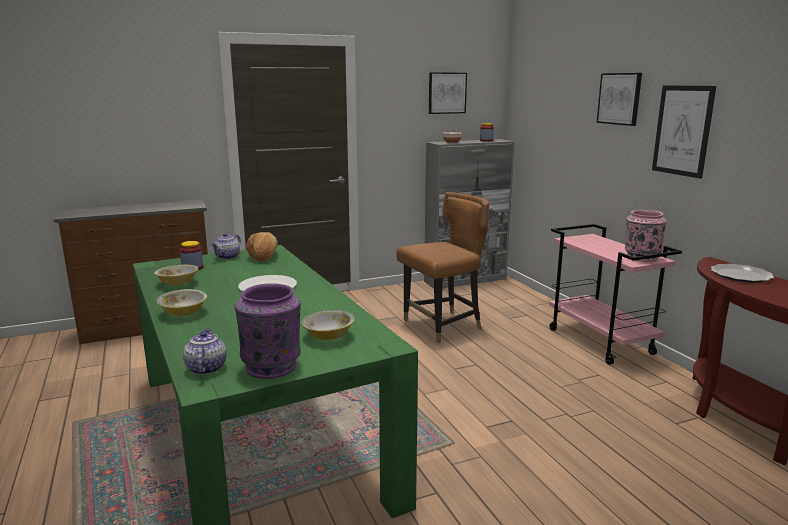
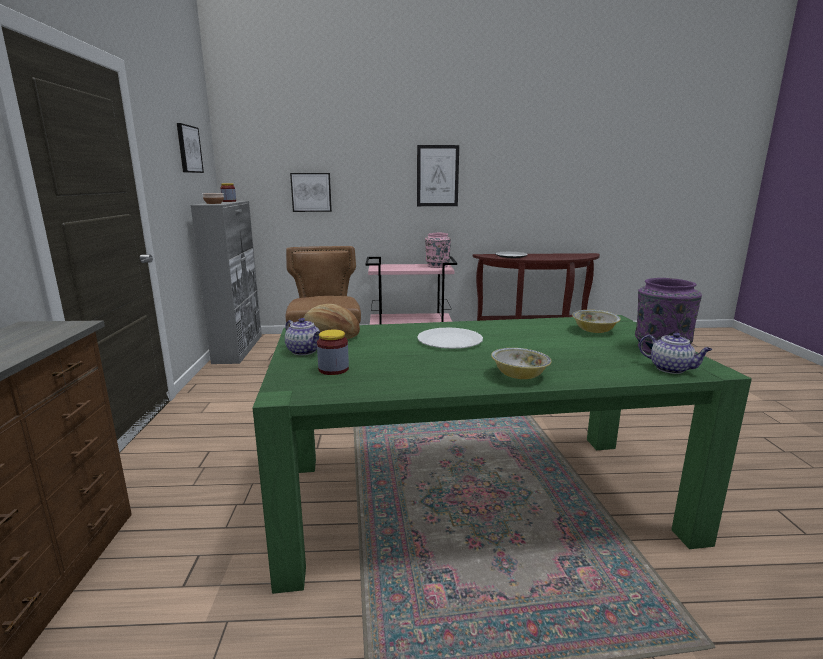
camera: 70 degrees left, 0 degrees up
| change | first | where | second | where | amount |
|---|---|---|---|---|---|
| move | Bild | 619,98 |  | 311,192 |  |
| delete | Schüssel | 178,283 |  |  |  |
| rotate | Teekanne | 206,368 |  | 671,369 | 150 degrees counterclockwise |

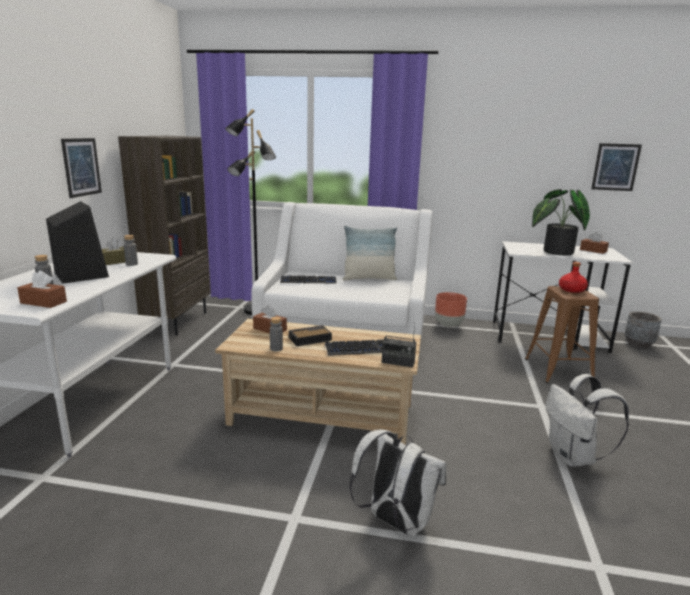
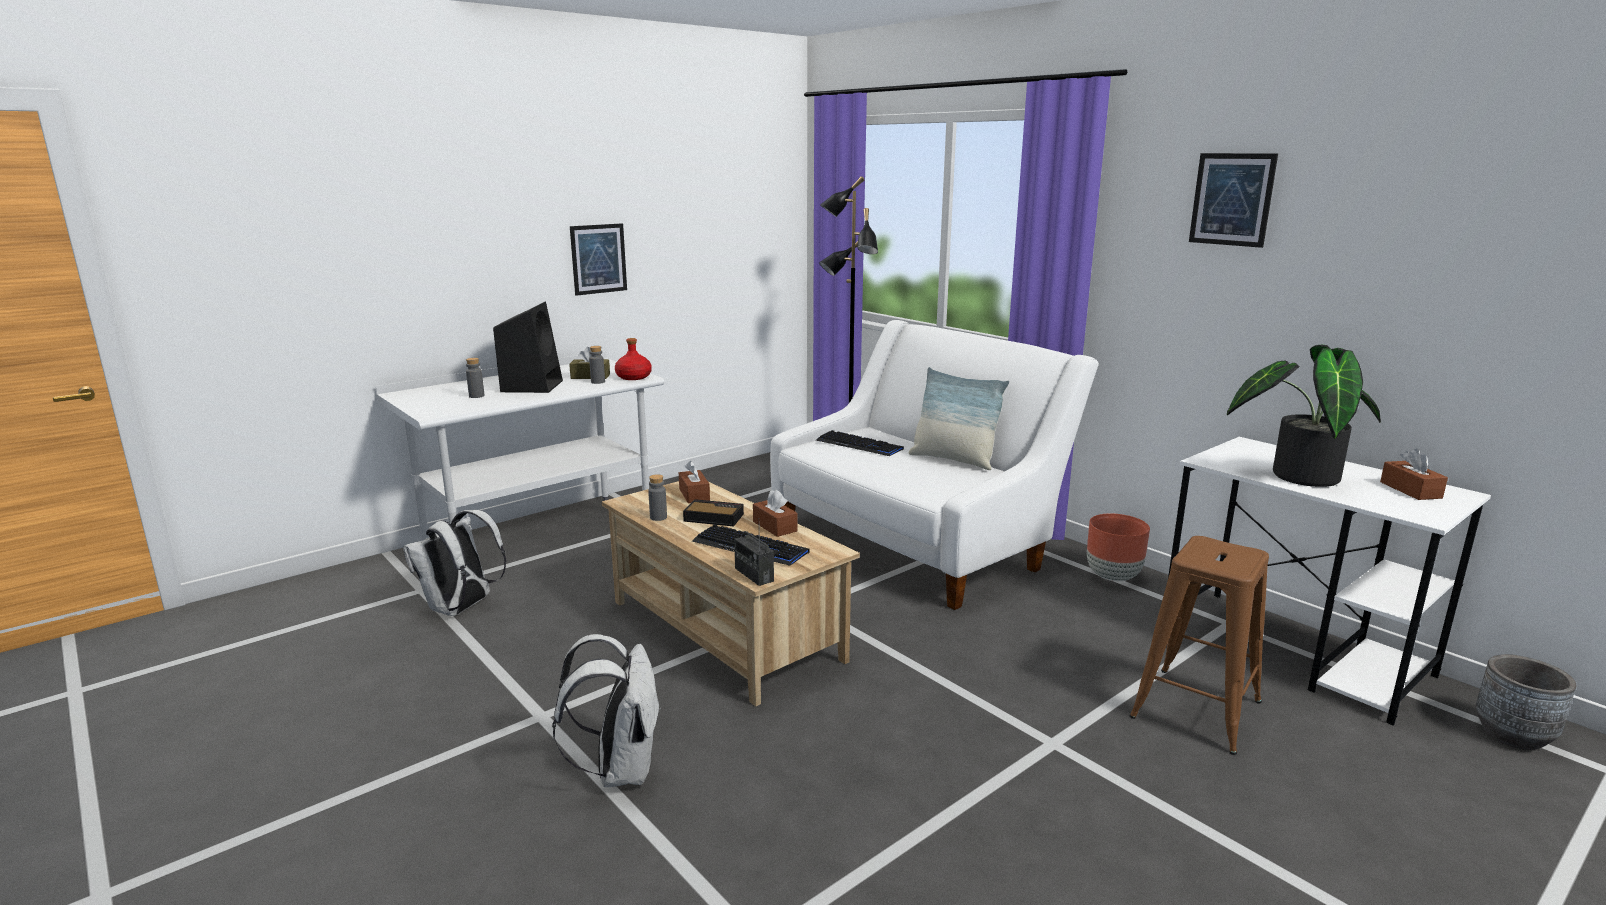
camera: 40 degrees right, 0 degrees up
| change | first | where | second | where | amount |
|---|---|---|---|---|---|
| delete | Bücherregal (braun) | 177,322 |  |  |  |
| move | Bild | 615,167 |  | 1232,199 |  |
| move | Flasche (rot) | 571,290 |  | 633,377 |  |
| move | Taschentuchbox (braun) | 43,302 |  | 775,526 |  |
| move | Rucksack (weiß) | 573,457 |  | 461,608 |  |

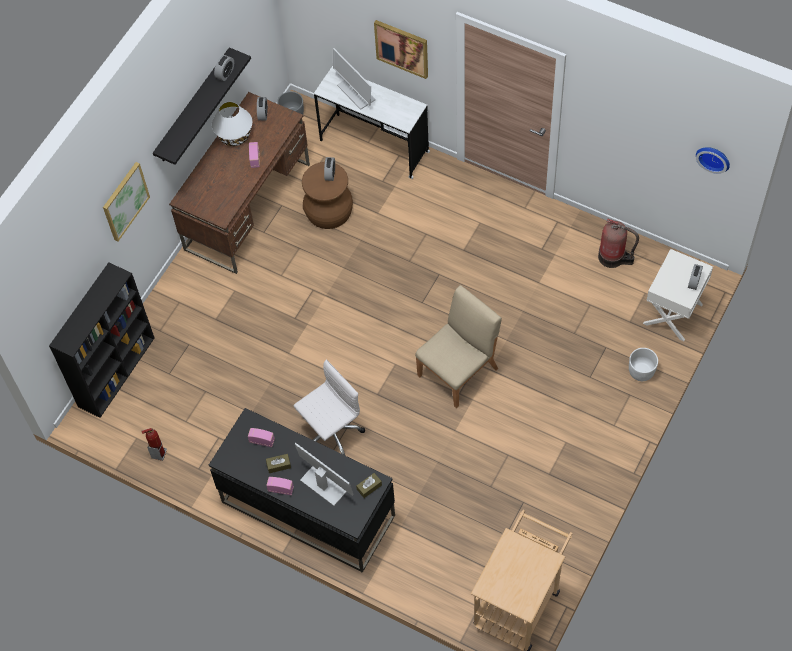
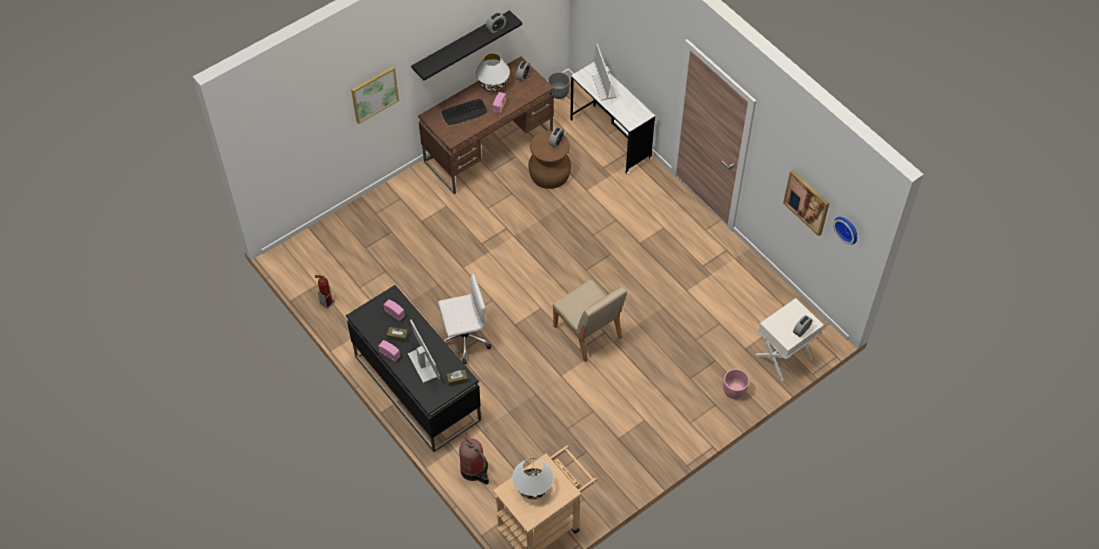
camera: 20 degrees right, 5 degrees down
| change | first | where | second | where | amount |
|---|---|---|---|---|---|
| move | Bild | 402,48 |  | 807,202 |  |
| move | Feuerlöscher | 613,257 |  | 474,471 |  |
| delete | Bücherregal (schwarz) | 117,371 |  |  |  |
| rotate | Stuhl (beige) | 459,371 |  | 587,333 | 75 degrees clockwise |
| recolor | Pflanzkübel (weiß) | 641,371 | Pflanzkübel (rosa) | 734,391 |  |
| insert |  |  | Tastatur | 464,112 |  |
| insert |  |  | Tischlampe (weiß) | 533,487 |  |

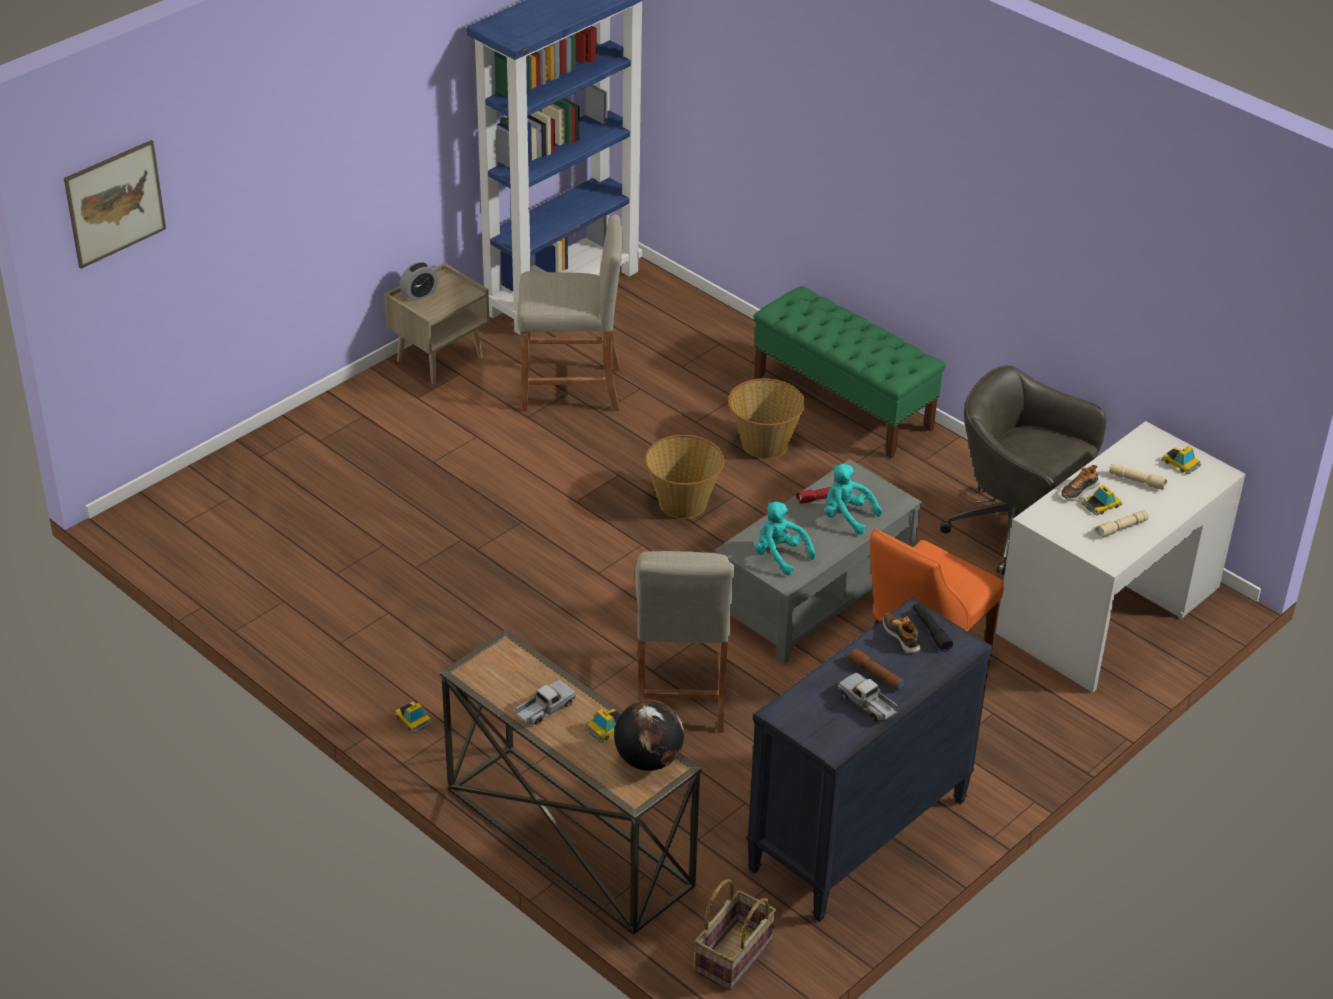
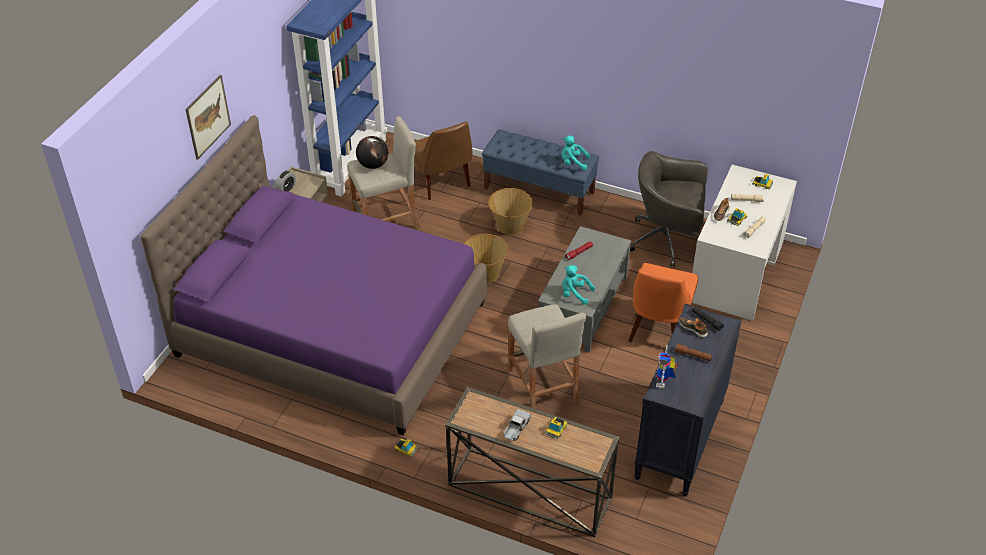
camera: 20 degrees left, 5 degrees up
| change | first | where | second | where | amount |
|---|---|---|---|---|---|
| move | Bild | 115,203 |  | 208,116 |  |
| recolor | Bank (grün) | 843,404 | Bank (blau) | 539,190 |  |
| move | Plüschtier (türkis) | 846,516 |  | 573,162 |  |
| delete | Spielzeuglaster | 867,704 |  |  |  |
| move | Globus | 648,759 |  | 373,165 |  |
| delete | Korb | 734,957 |  |  |  |
| insert |  |  | Bett (lila) | 332,328 |  |
| insert |  |  | Stuhl (braun) | 442,183 |  |
| insert |  |  | Spielzeugroboter | 663,383 |  |

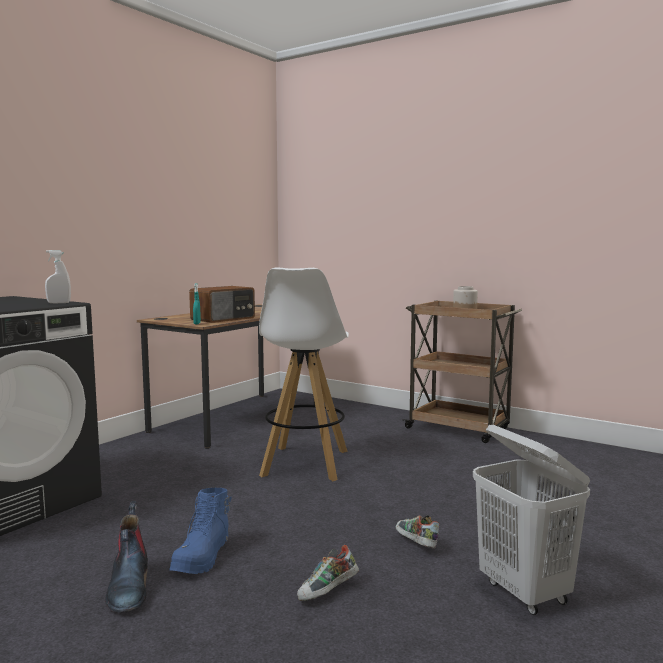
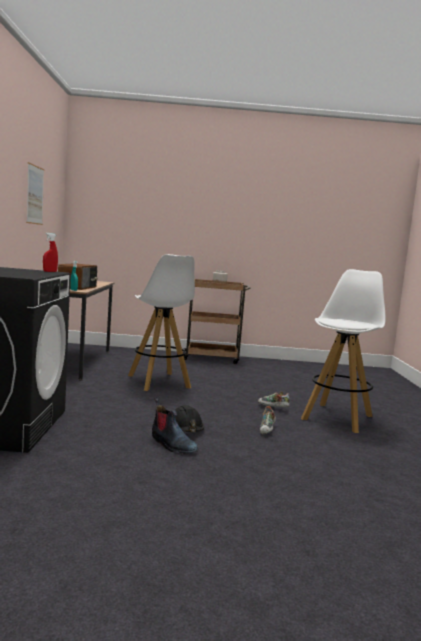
camera: 35 degrees left, 0 degrees up
| change | first | where | second | where | amount |
|---|---|---|---|---|---|
| recolor | Sprühflasche (weiß) | 59,303 | Sprühflasche (rot) | 50,271 |  |
| replace | Wäschekorb (weiß) | 525,593 | Hocker (weiß) | 338,417 |  |
| replace | Stiefel (blau) | 203,557 | Schutzhelm (schwarz) | 186,428 |  |
| insert |  |  | Bild | 35,195 |  |

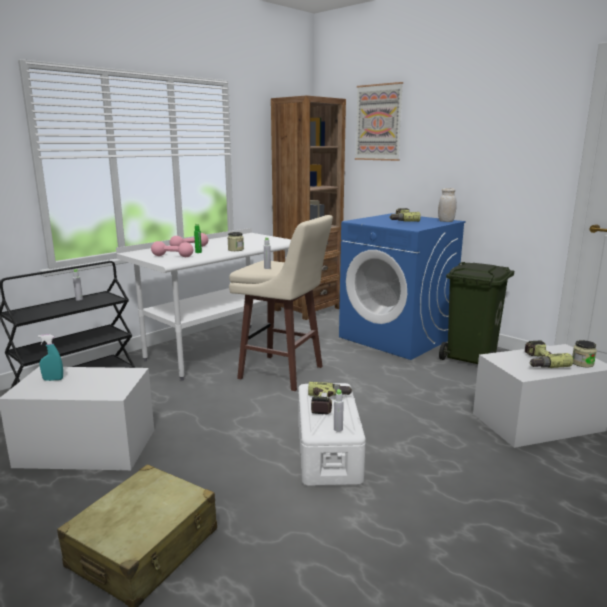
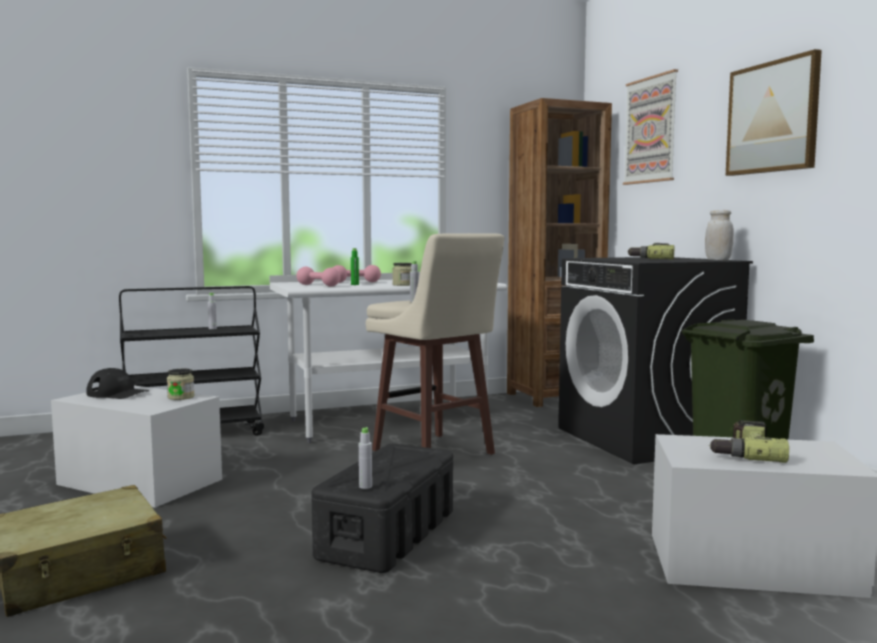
camera: 25 degrees right, 10 degrees down
| change | first | where | second | where | amount |
|---|---|---|---|---|---|
| recolor | Waschmaschine (blau) | 397,337 | Waschmaschine (schwarz) | 646,439 |  |
| replace | Sprühflasche (türkis) | 53,379 | Kappe (schwarz) | 118,393 |  |
| move | Vorratsglas | 582,363 |  | 181,397 |  |
| delete | Bohrmaschine | 329,403 |  |  |  |
| recolor | Aufbewahrungsbox (weiß) | 328,451 | Aufbewahrungsbox (schwarz) | 388,533 |  |
| insert |  |  | Bild | 773,117 |  |

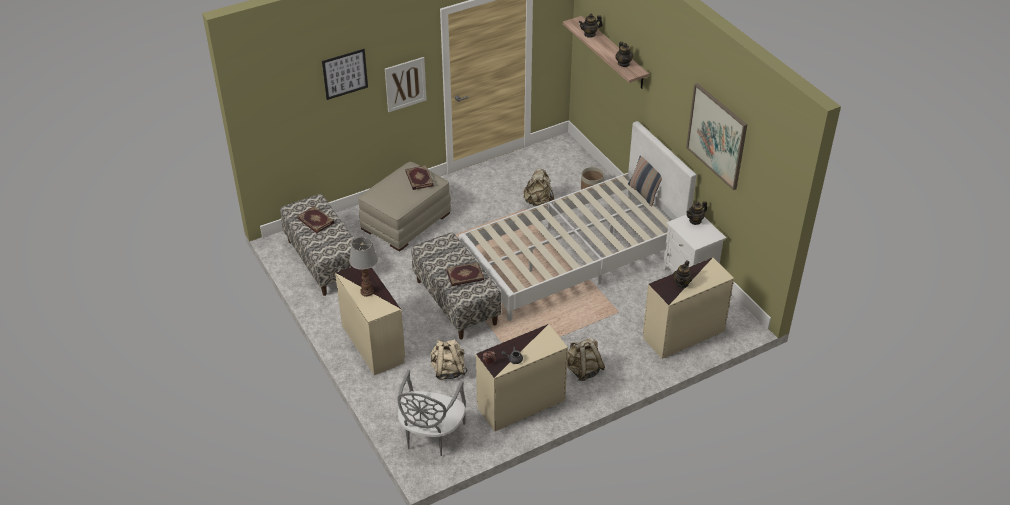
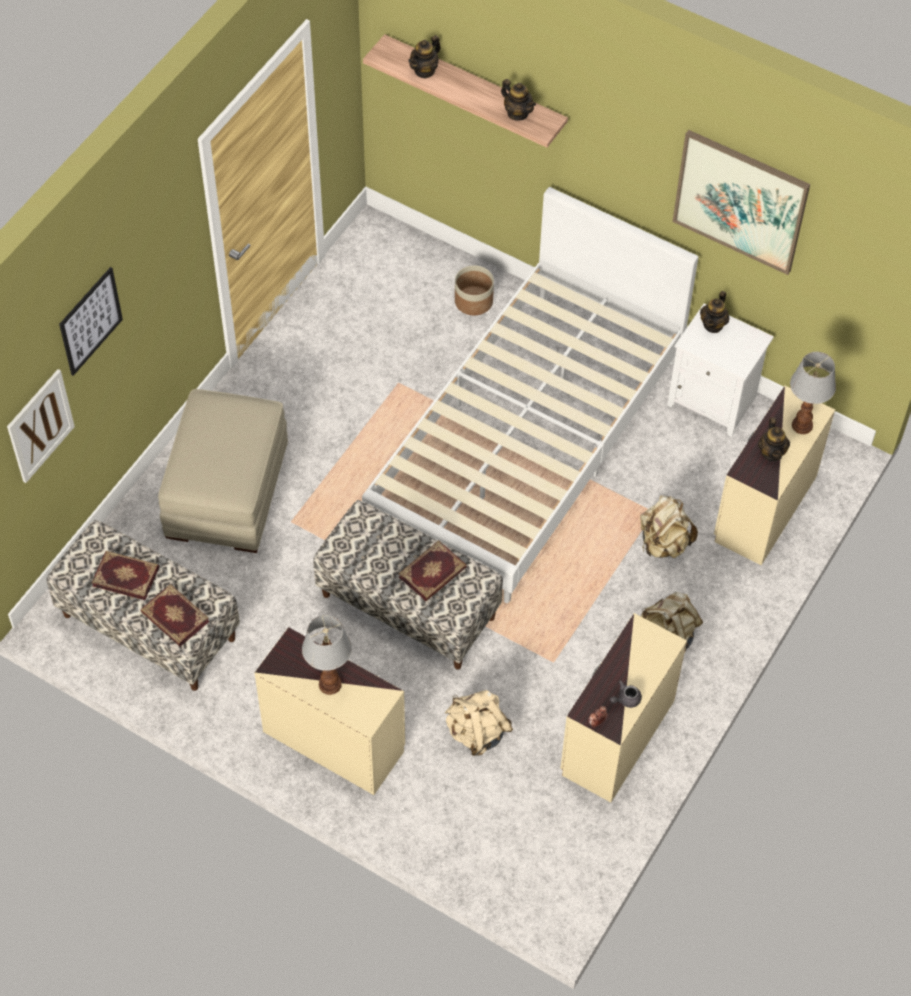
camera: 30 degrees left, 15 degrees up
| change | first | where | second | where | amount |
|---|---|---|---|---|---|
| move | Bild | 405,84 |  | 40,425 |  |
| delete | Kissen | 644,193 |  |  |  |
| move | Buch | 419,179 |  | 174,617 |  |
| move | Rucksack (beige) | 538,201 |  | 663,543 |  |
| delete | Stuhl (grau) | 431,435 |  |  |  |
| insert |  |  | Tischlampe | 803,425 |  |

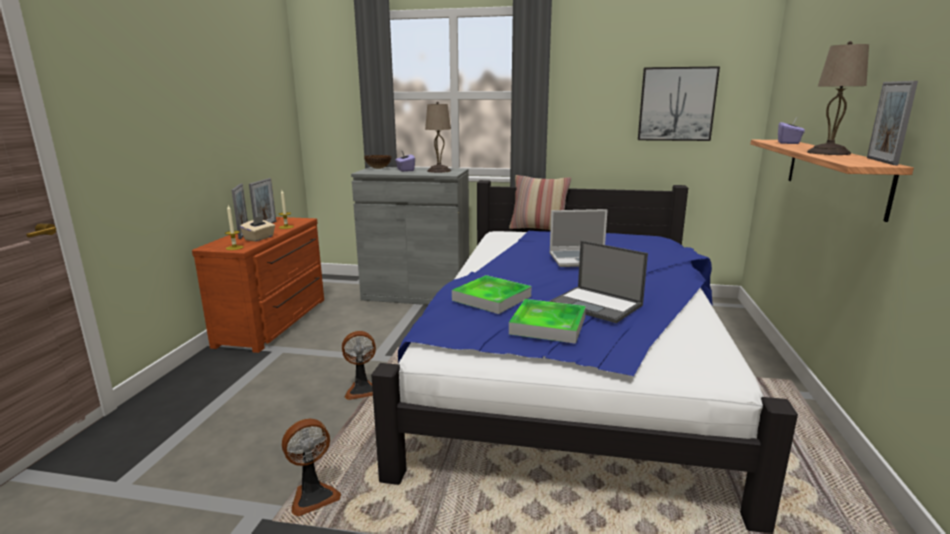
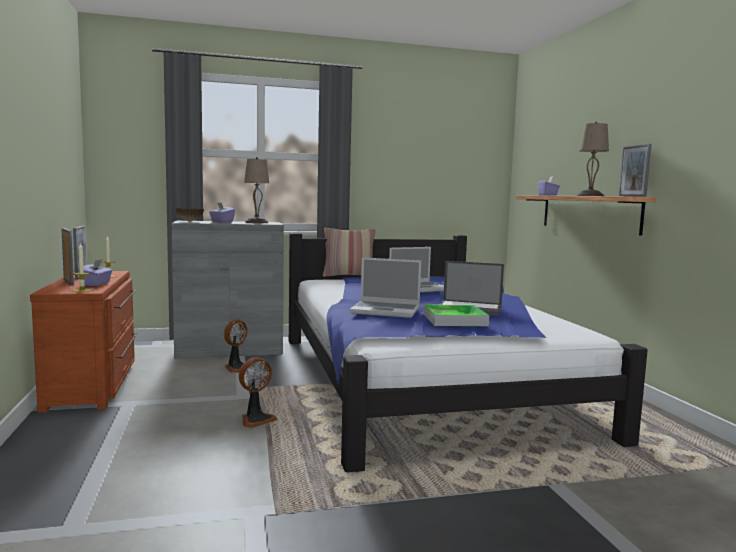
camera: 25 degrees left, 10 degrees down
| change | first | where | second | where | amount |
|---|---|---|---|---|---|
| delete | Bild | 676,104 |  |  |  |
| recolor | Taschentuchbox (beige) | 259,238 | Taschentuchbox (lila) | 96,284 |  |
| replace | Tablett | 491,298 | Laptop | 386,311 |  |
| move | Ventilator | 313,496 |  | 236,367 |  |

